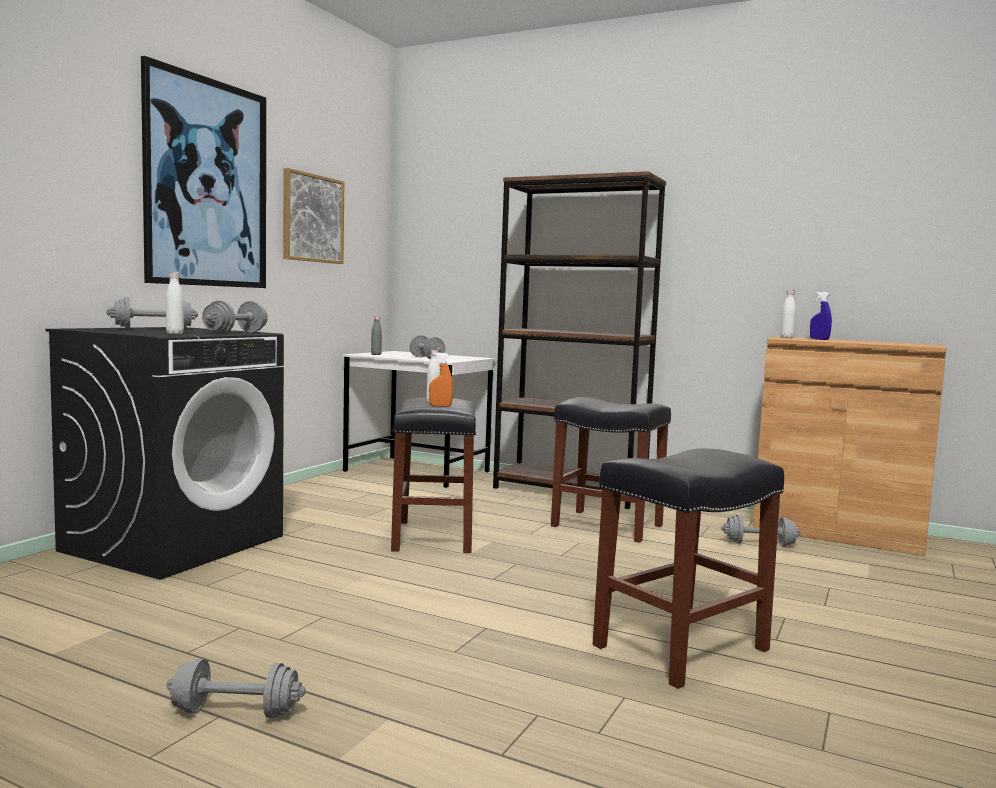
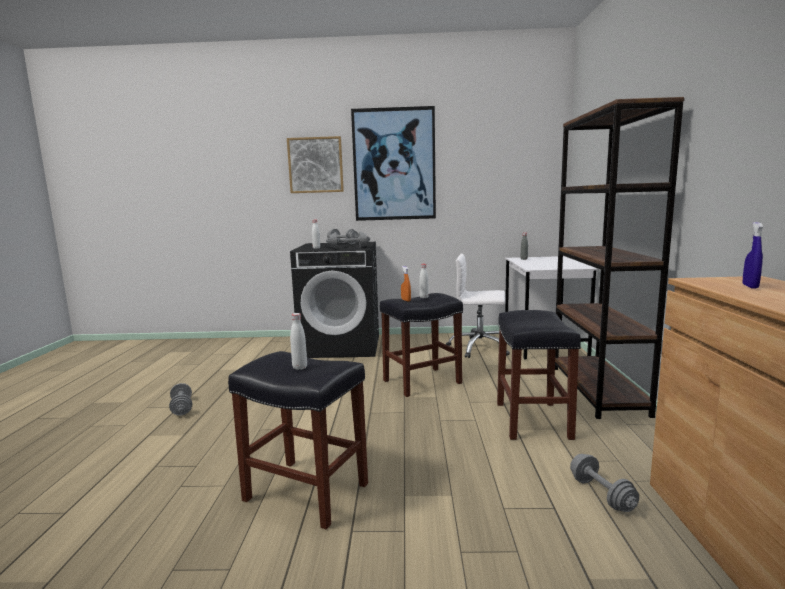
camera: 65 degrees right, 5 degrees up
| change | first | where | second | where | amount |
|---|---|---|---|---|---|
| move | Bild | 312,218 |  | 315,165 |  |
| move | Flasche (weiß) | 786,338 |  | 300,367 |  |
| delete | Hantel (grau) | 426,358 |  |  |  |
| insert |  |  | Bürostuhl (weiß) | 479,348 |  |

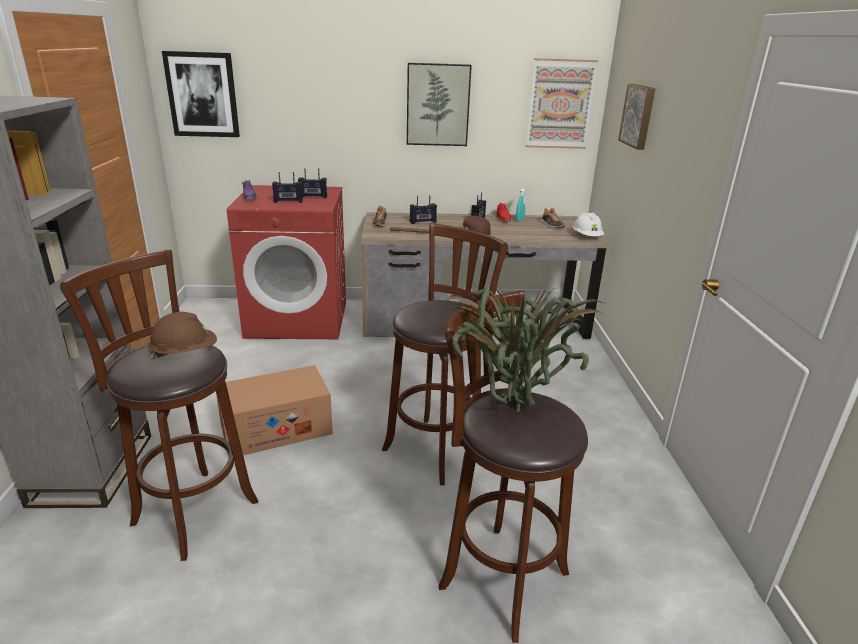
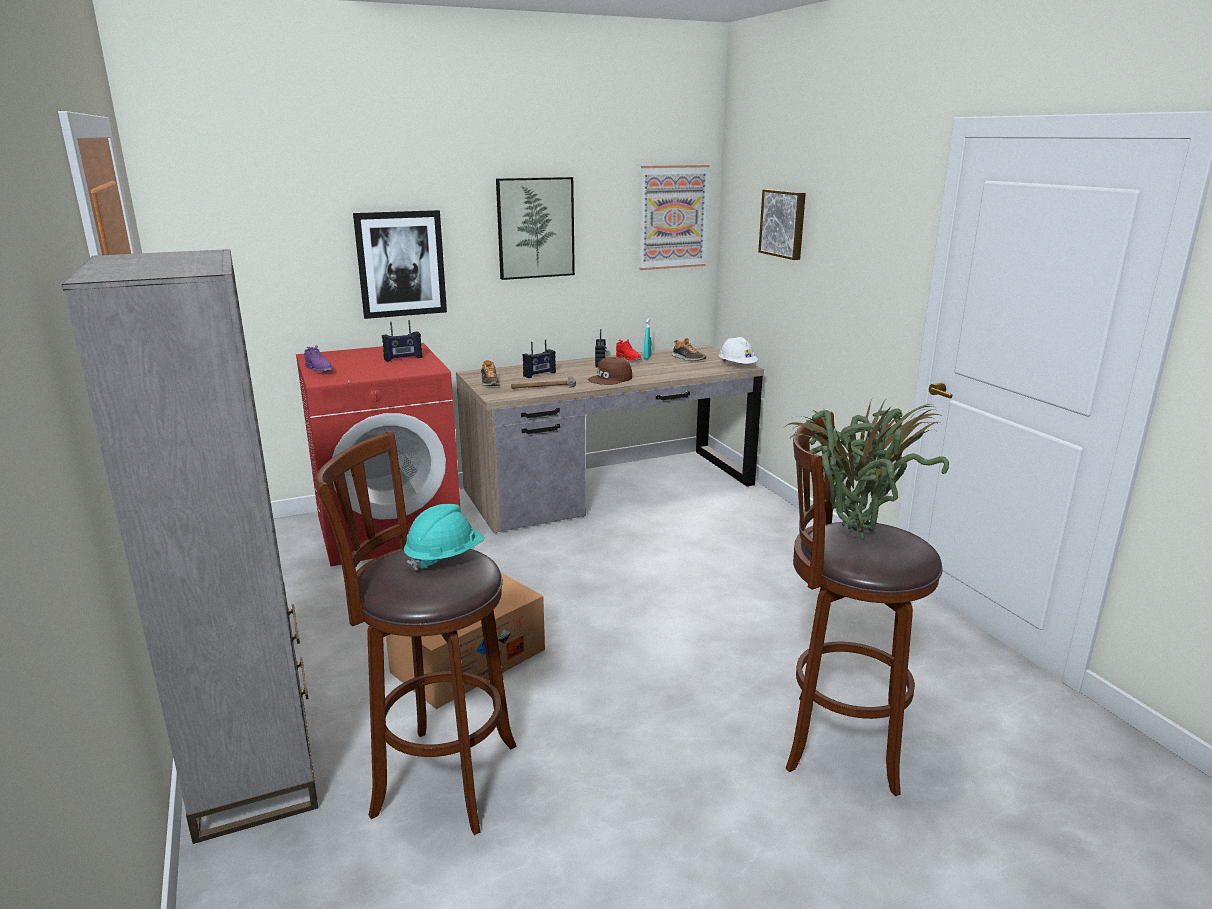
camera: 20 degrees left, 5 degrees down
| change | first | where | second | where | amount |
|---|---|---|---|---|---|
| move | Bild | 202,95 |  | 401,264 |  |
| delete | Radio | 288,201 |  |  |  |
| delete | Hocker (braun) | 437,447 |  |  |  |
| recolor | Schutzhelm (braun) | 185,353 | Schutzhelm (türkis) | 445,557 |  |

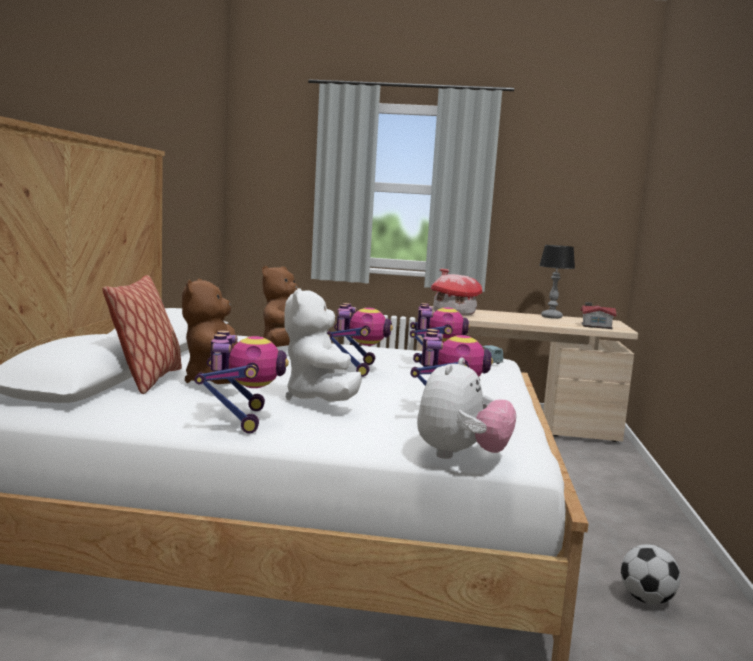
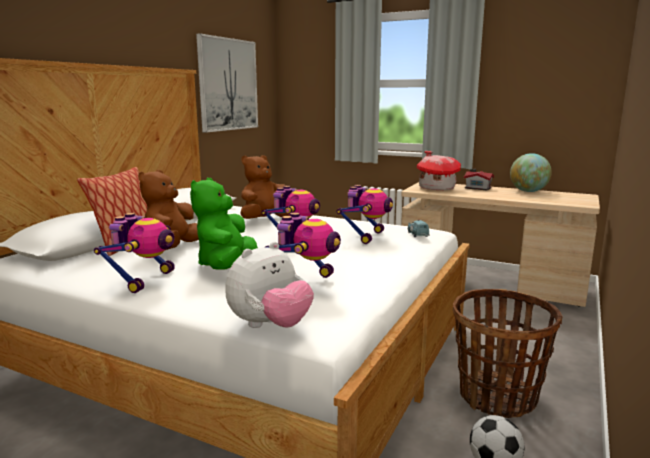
camera: 20 degrees right, 5 degrees up
| change | first | where | second | where | amount |
|---|---|---|---|---|---|
| replace | Tischlampe | 551,317 | Globus | 528,191 |  |
| recolor | Plüschtier (weiß) | 320,400 | Plüschtier (grün) | 226,266 |  |
| move | Spielzeughaus | 595,326 |  | 477,188 |  |
| insert |  |  | Bild | 228,84 |  |
| insert |  |  | Korb | 497,397 |  |

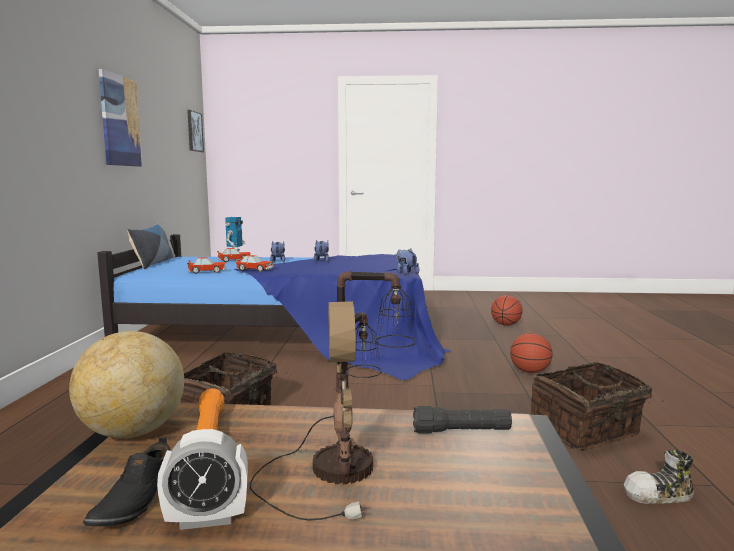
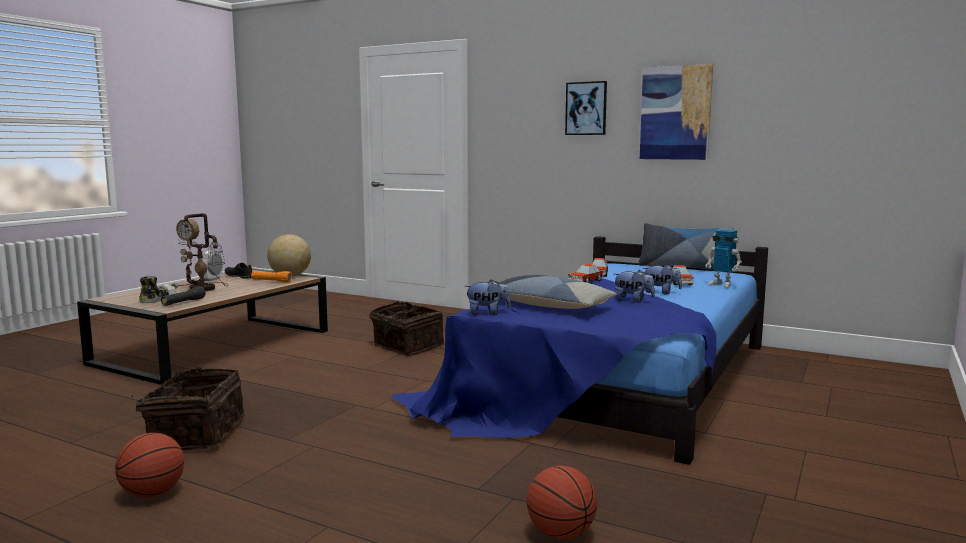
camera: 115 degrees right, 0 degrees up
| change | first | where | second | where | amount |
|---|---|---|---|---|---|
| move | Bild | 194,131 |  | 586,108 |  |
| move | Basketball | 530,372 |  | 152,494 |  |
| move | Schuh | 659,495 |  | 157,299 |  |
| insert |  |  | Kissen | 548,305 |  |

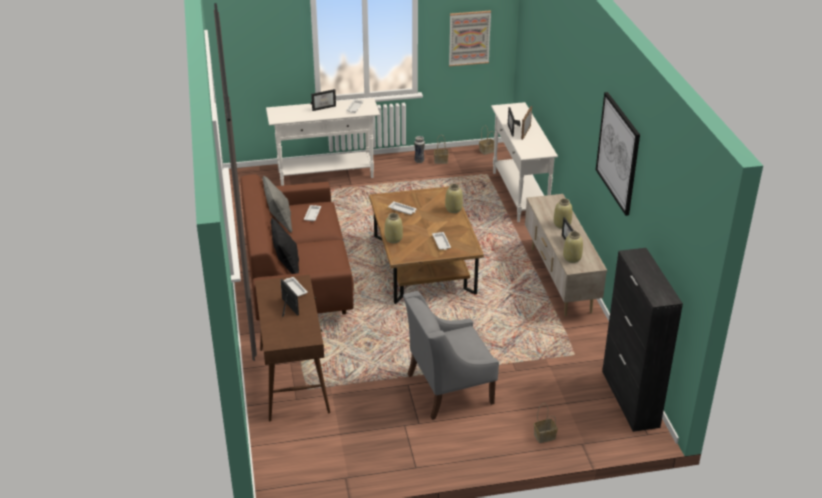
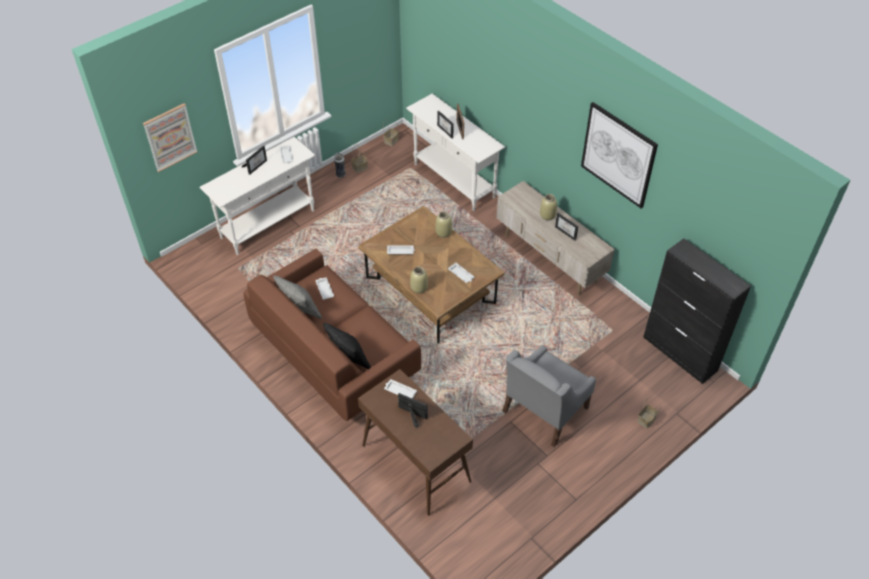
camera: 30 degrees left, 15 degrees up
| change | first | where | second | where | amount |
|---|---|---|---|---|---|
| move | Bild | 469,38 |  | 170,137 |  |
| delete | Vase (beige) | 571,258 |  |  |  |

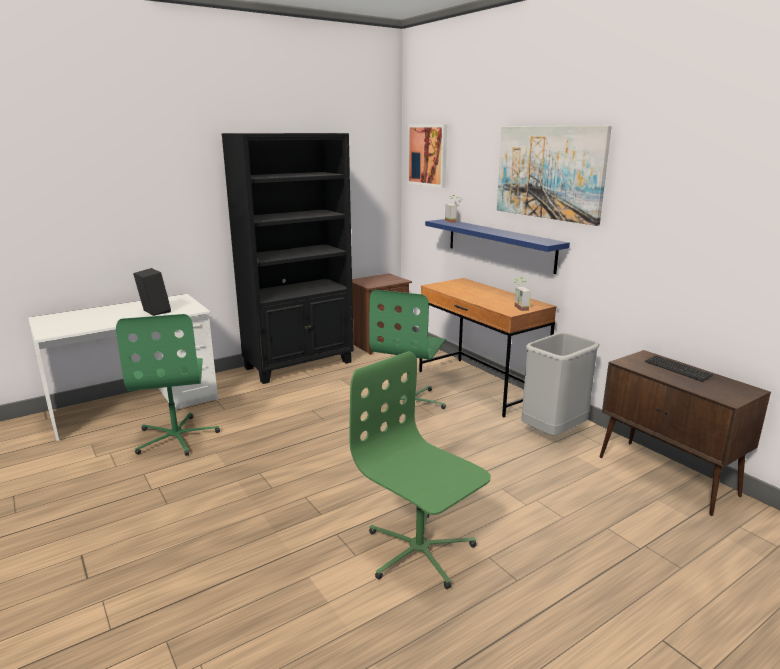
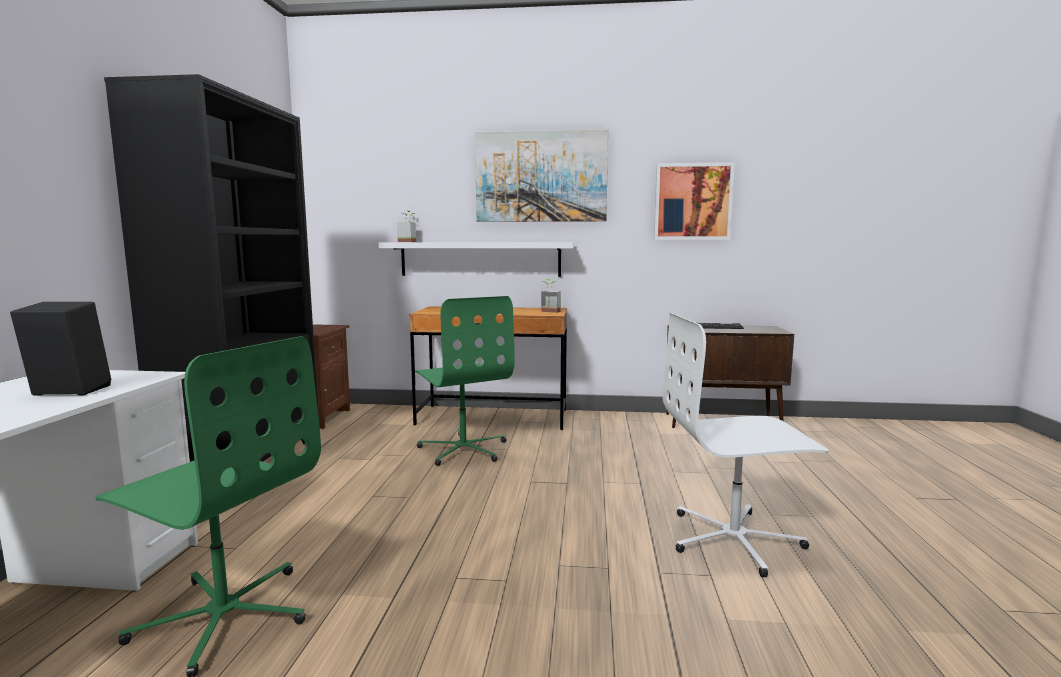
camera: 50 degrees left, 10 degrees down
| change | first | where | second | where | amount |
|---|---|---|---|---|---|
| move | Bild | 427,155 |  | 692,202 |  |
| recolor | Wandregal (blau) | 499,244 | Wandregal (weiß) | 480,259 |  |
| delete | Mülleimer (grau) | 554,433 |  |  |  |
| recolor | Bürostuhl (grün) | 419,551 | Bürostuhl (weiß) | 735,540 |  |

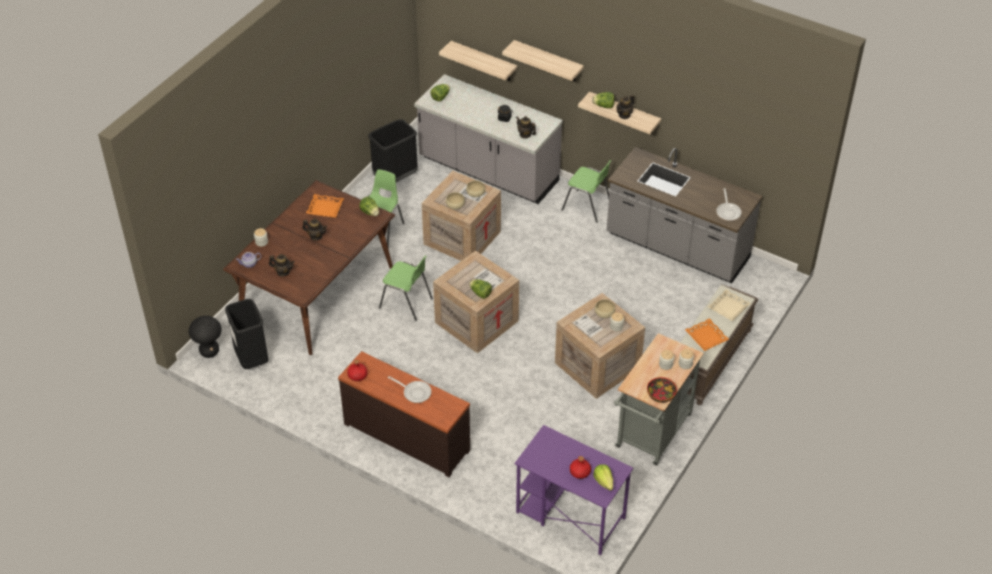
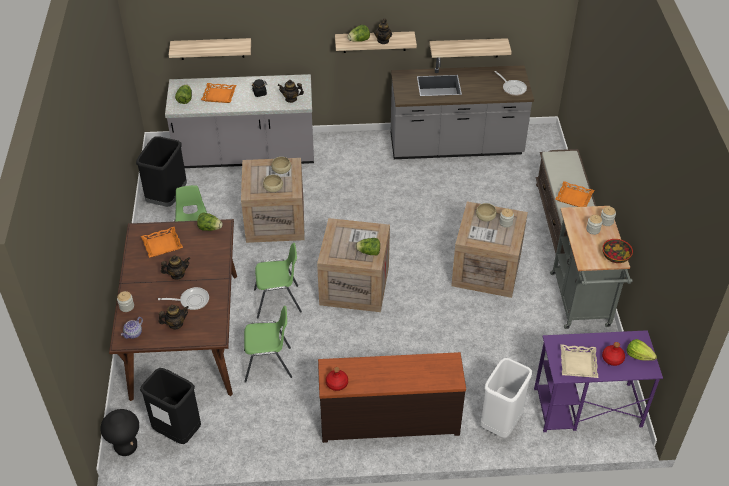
camera: 35 degrees left, 0 degrees up
| change | first | where | second | where | amount |
|---|---|---|---|---|---|
| move | Wandregal | 548,61 |  | 468,48 |  |
| move | Stuhl (grün) | 587,207 |  | 268,364 |  |
| move | Tablett (beige) | 728,308 |  | 578,364 |  |
| move | Pfanne | 415,392 |  | 192,300 |  |
| insert |  |  | Tablett (orange) | 219,95 |  |
| insert |  |  | Mülleimer (weiß) | 501,423 |  |

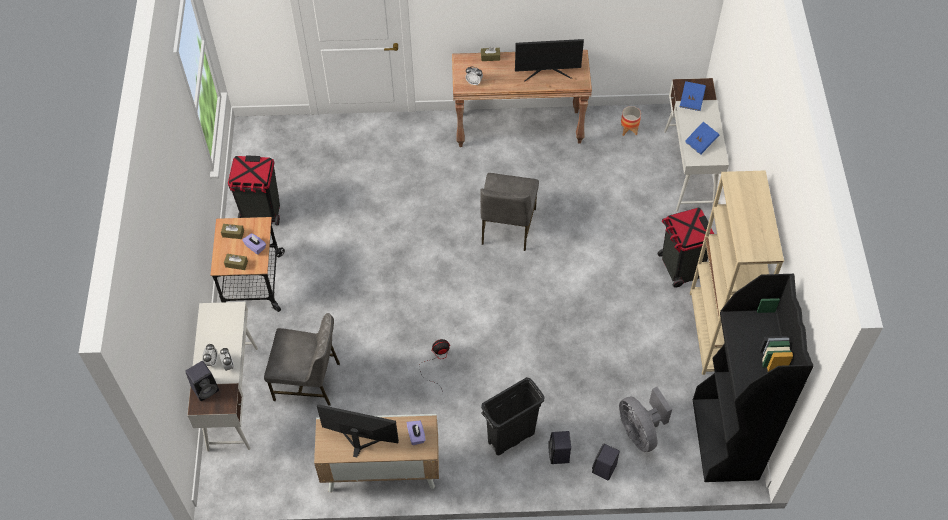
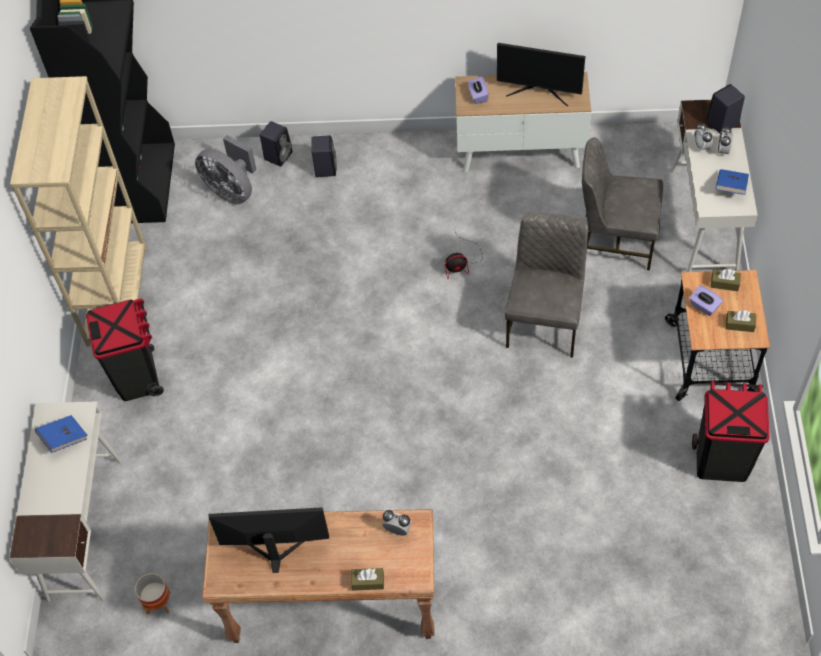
camera: 175 degrees left, 0 degrees up
| change | first | where | second | where | amount |
|---|---|---|---|---|---|
| move | Buch (blau) | 691,101 |  | 730,188 |  |
| move | Stuhl (grau) | 507,227 |  | 545,321 |  |
| delete | Mülleimer (schwarz) | 511,438 |  |  |  |
| rotate | Ventilator (grau) | 640,431 |  | 232,190 | 150 degrees clockwise |

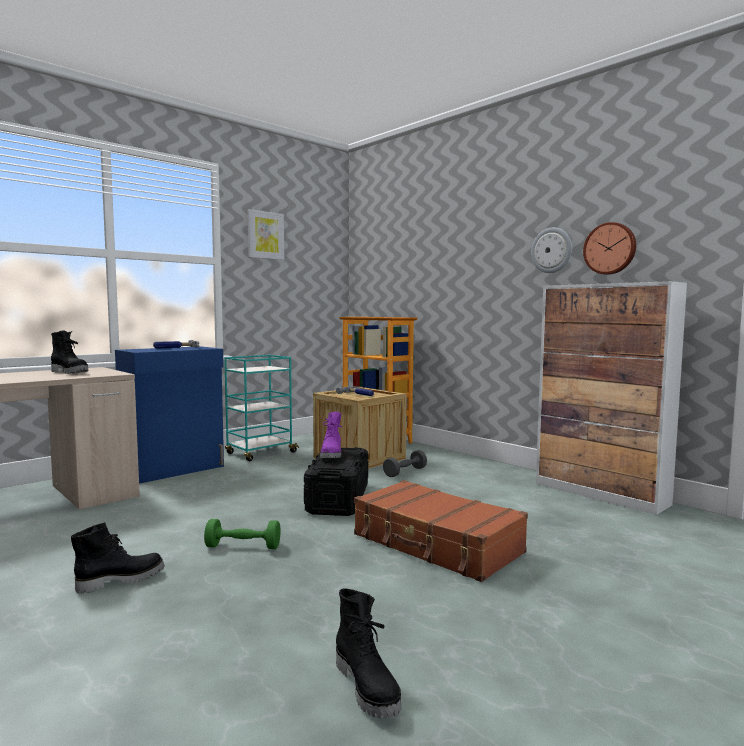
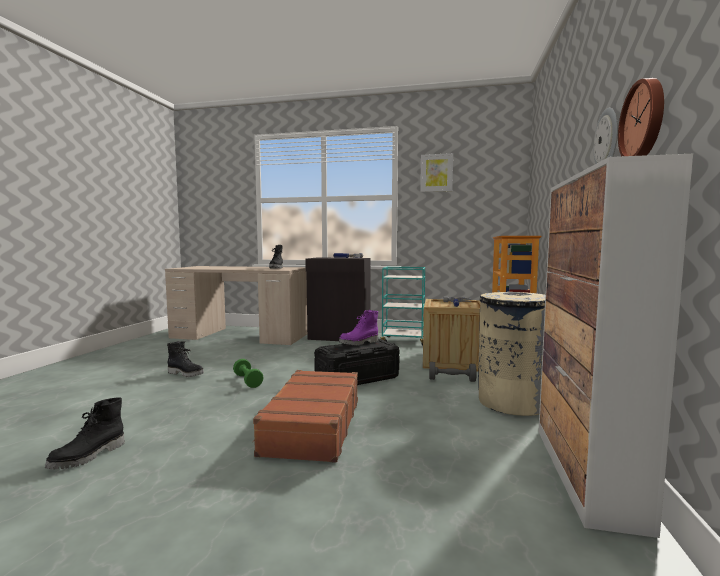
camera: 55 degrees right, 0 degrees up
| change | first | where | second | where | amount |
|---|---|---|---|---|---|
| recolor | Schrank (blau) | 174,469 | Schrank (schwarz) | 339,337 |  |
| insert |  |  | Mülleimer (beige) | 512,402 |  |

